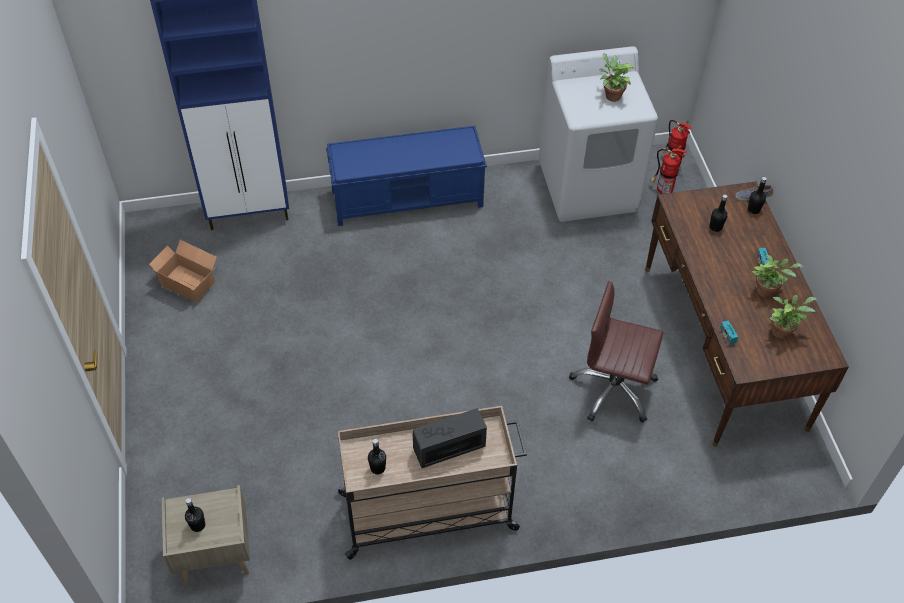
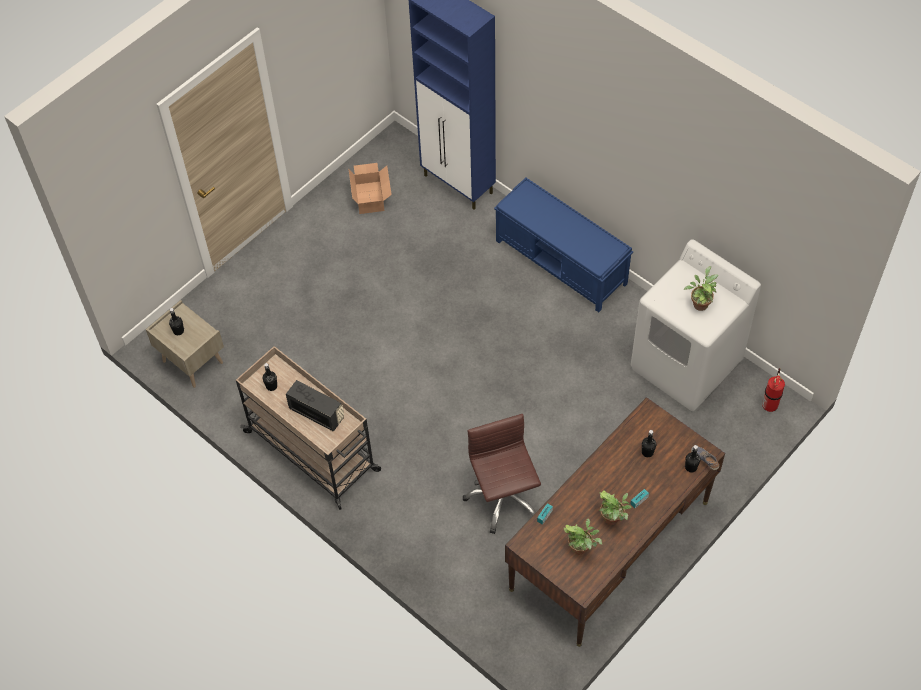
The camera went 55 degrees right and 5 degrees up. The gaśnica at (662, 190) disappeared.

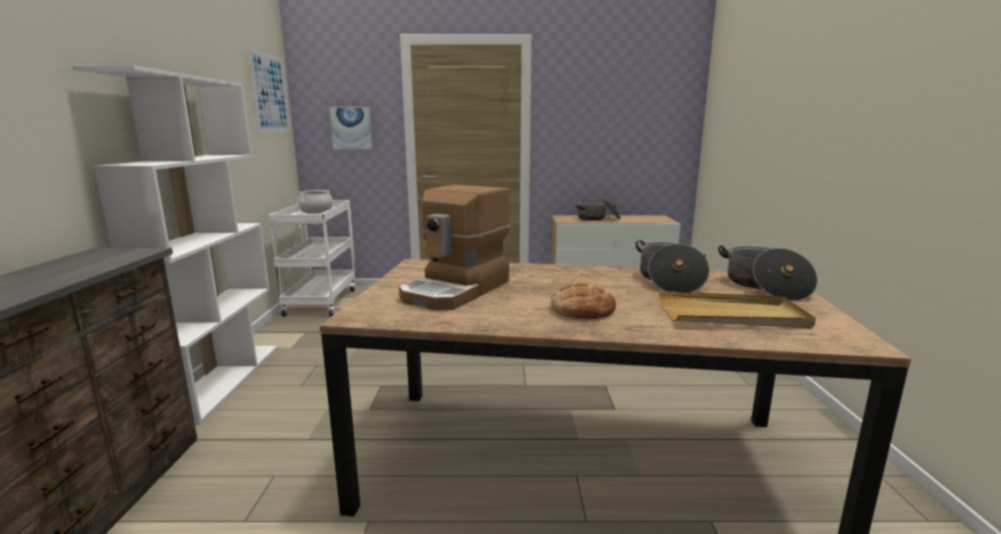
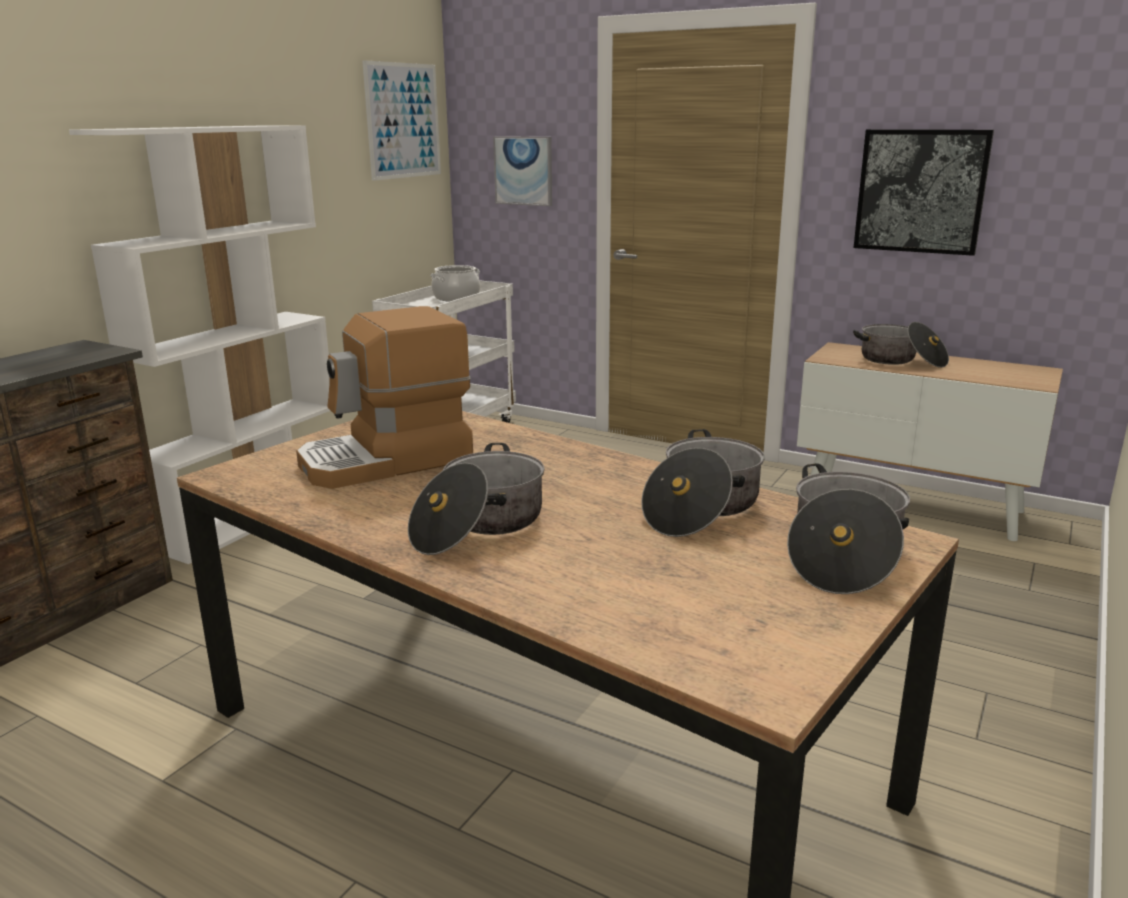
The camera went 30 degrees right and 5 degrees up. The taca [beżowy] at (732, 315) disappeared. The obraz at (921, 191) appeared. The chleb at (582, 309) was replaced by the garnek at (479, 526).

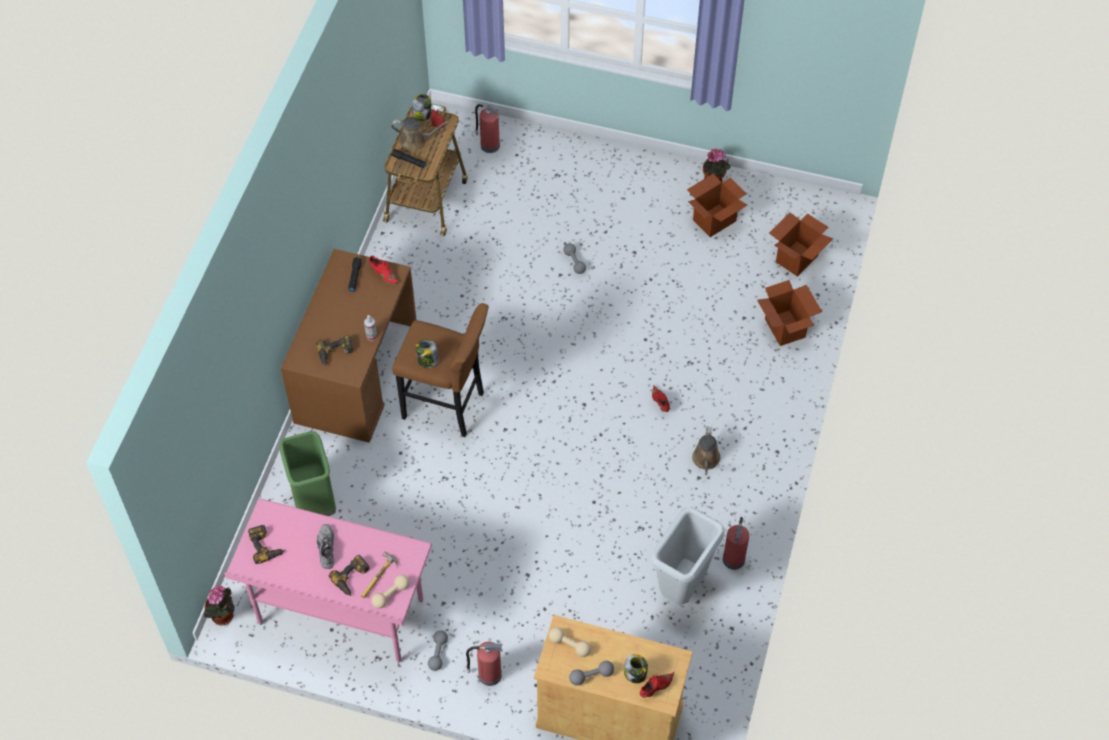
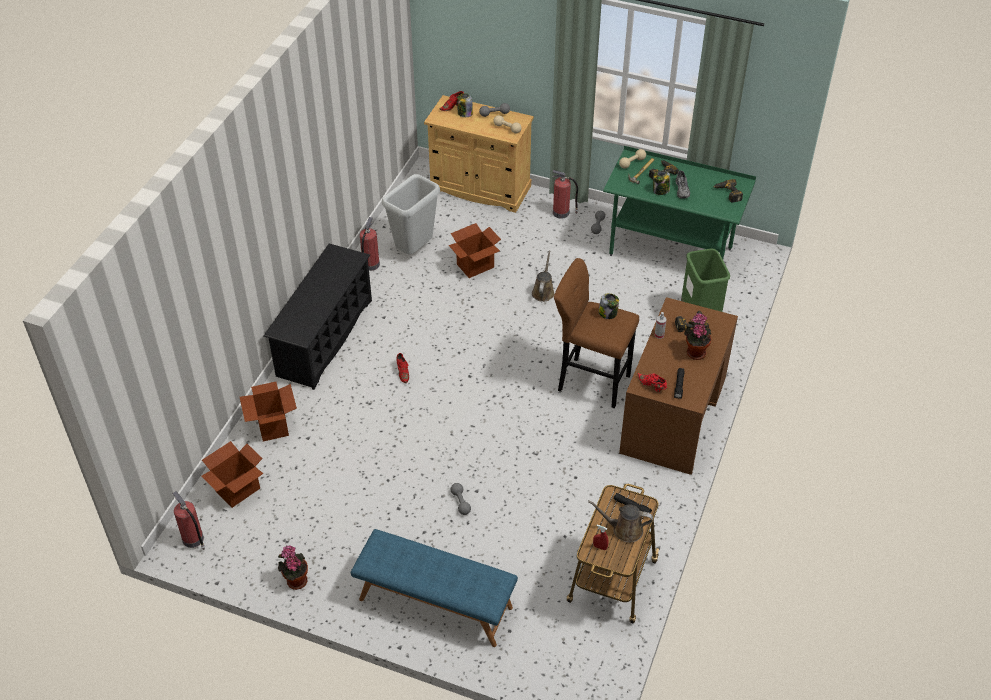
The camera went 175 degrees left and 10 degrees down. The regał na buty [czarny] at (324, 338) appeared. The ławka [niebieski] at (435, 604) appeared. The roślina doniczkowa moved from (223, 617) to (695, 352). The słoik moved from (422, 114) to (660, 191). The gaśnica moved from (489, 145) to (193, 539). The karton moved from (714, 220) to (475, 266). The konewka [brązowy] moved from (706, 460) to (543, 291). The biurko [różowy] at (340, 612) became the biurko [zielony] at (670, 252).

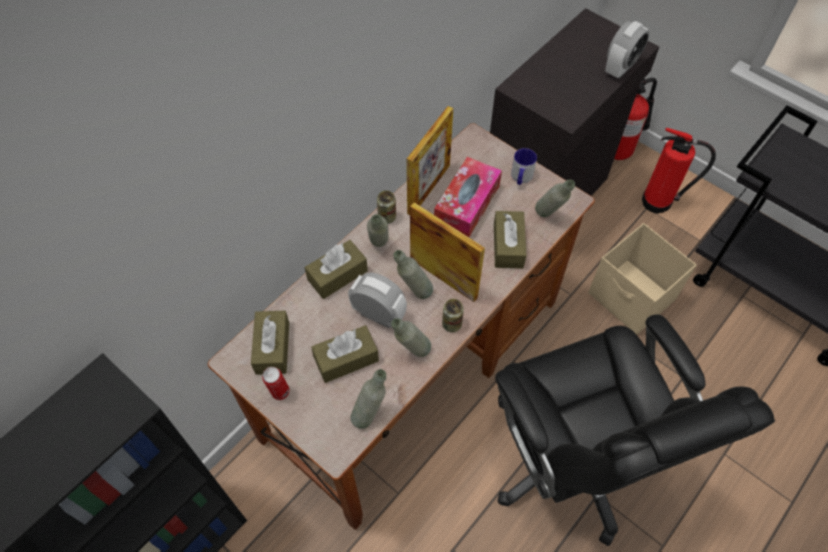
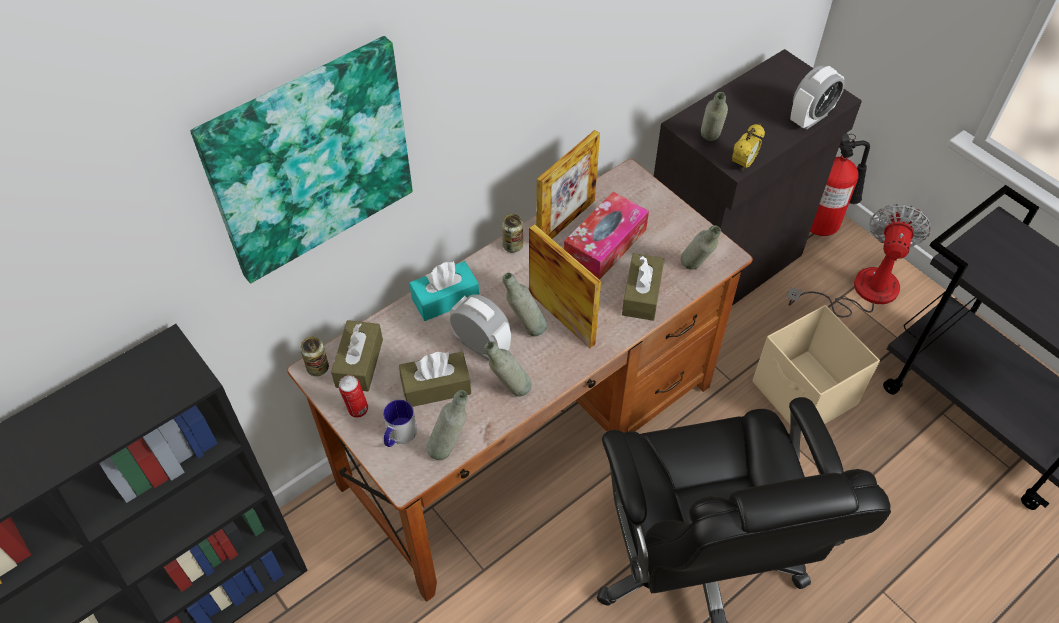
The camera went 10 degrees right and 5 degrees down. The obraz at (310, 160) appeared. The budzik at (743, 164) appeared. The butelka [szary] moved from (379, 248) to (709, 142). The puszka moved from (452, 324) to (318, 368). The kubek moved from (521, 178) to (399, 435). The gaśnica at (659, 202) was replaced by the wentylator at (860, 291). The pudełko chusteczek [brązowy] at (337, 275) became the pudełko chusteczek [turkusowy] at (445, 299).

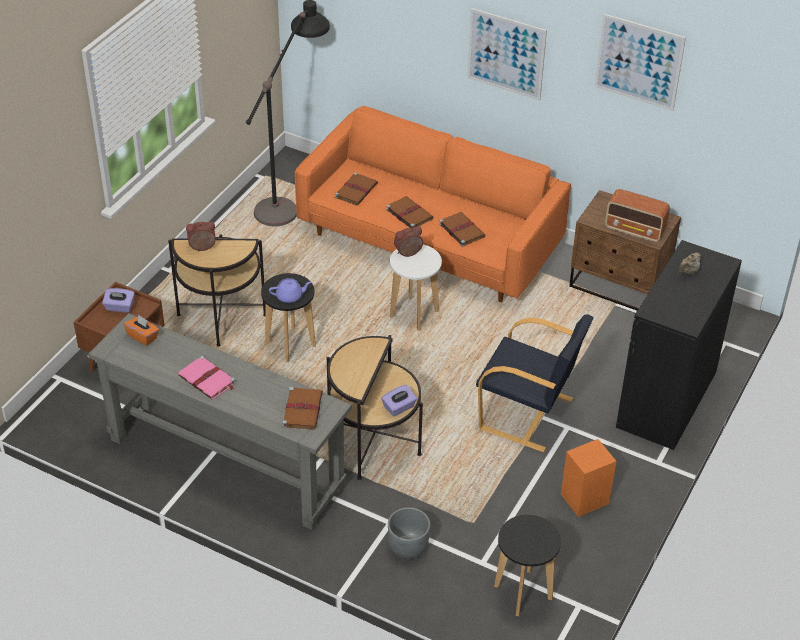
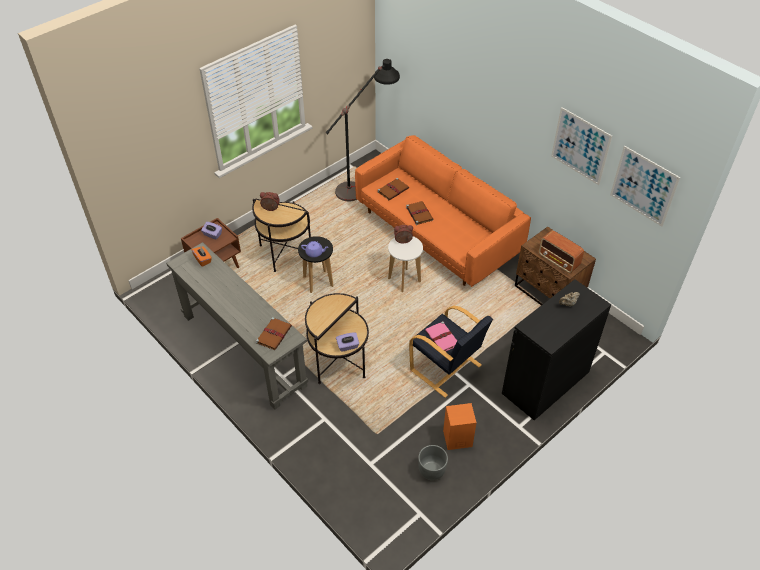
The camera went 20 degrees right and 5 degrees up. The książka [brązowy] at (461, 230) disappeared. The stołek [czarny] at (523, 593) disappeared. The książka [różowy] moved from (207, 380) to (442, 338). The donica [szary] moved from (407, 546) to (431, 470). The obraz moved from (506, 54) to (643, 186).

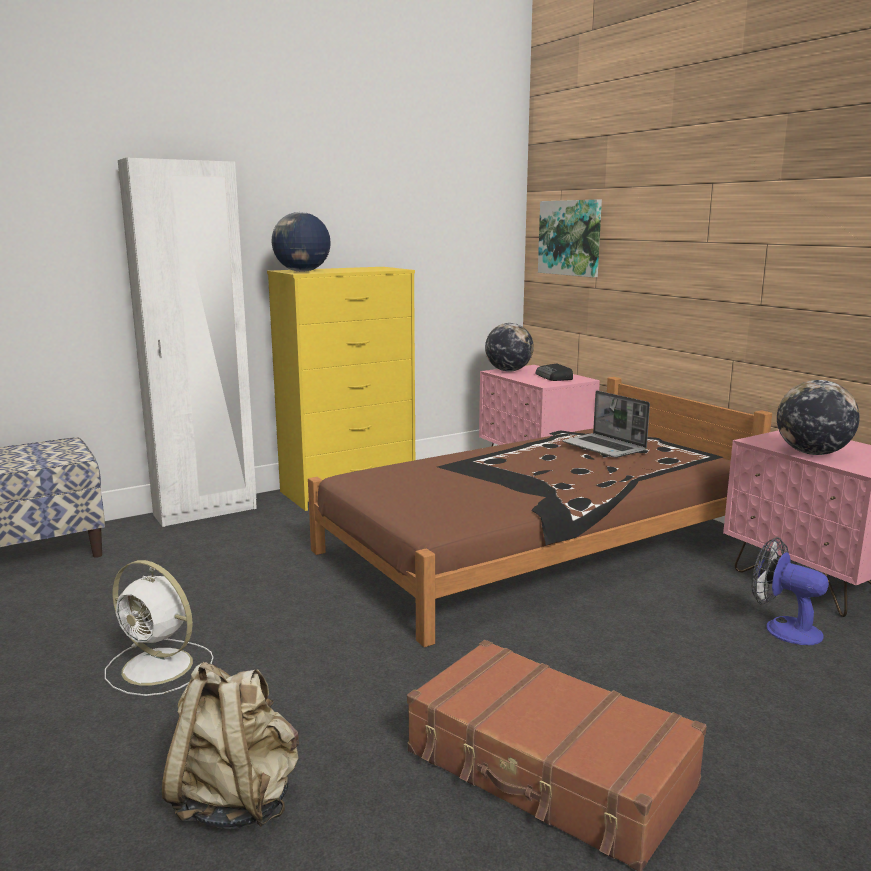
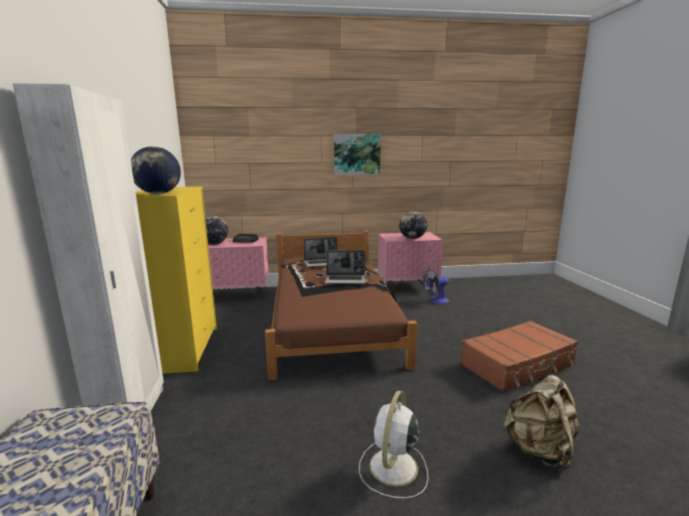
The camera went 65 degrees left and 0 degrees up. The laptop at (346, 280) appeared. The obraz moved from (570, 238) to (357, 154). The wentylator [biały] at (160, 667) turned 150 degrees clockwise.

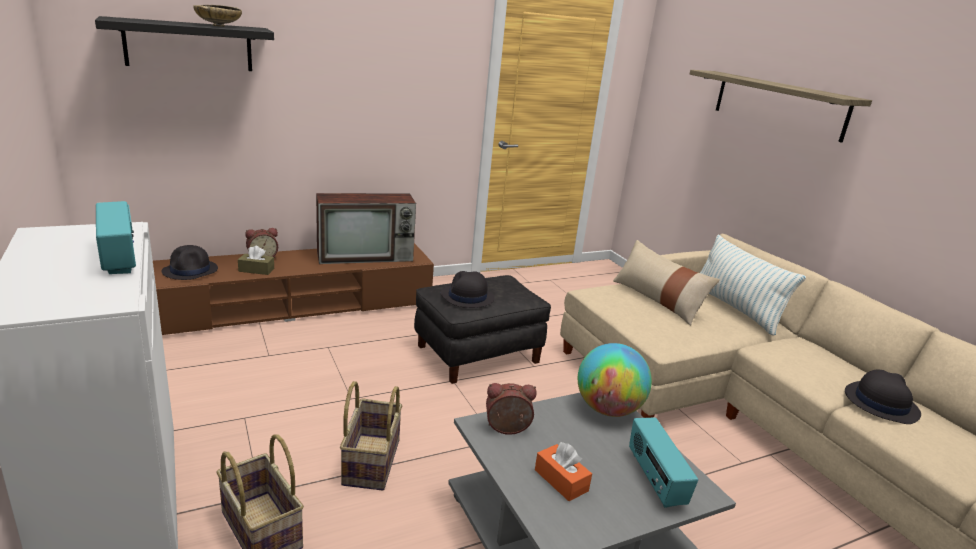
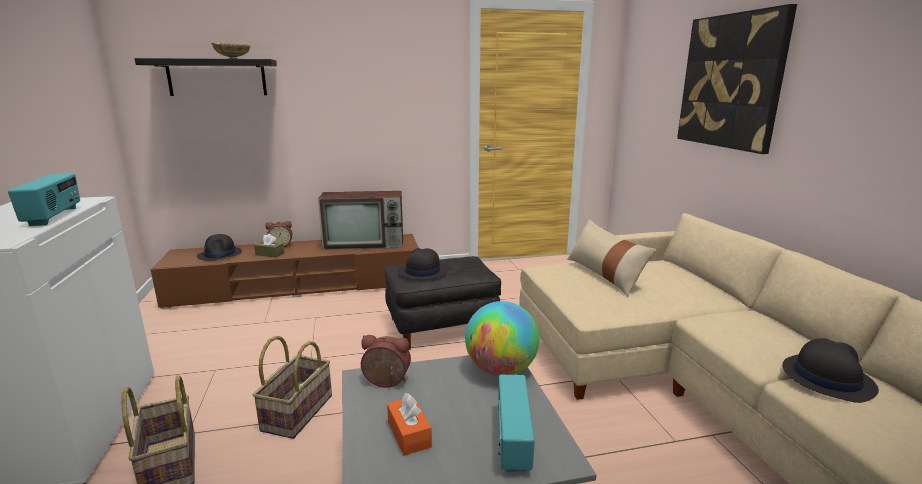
The camera went 15 degrees right and 5 degrees down. The poduszka at (735, 309) disappeared. The półka at (778, 104) was replaced by the obraz at (731, 81).

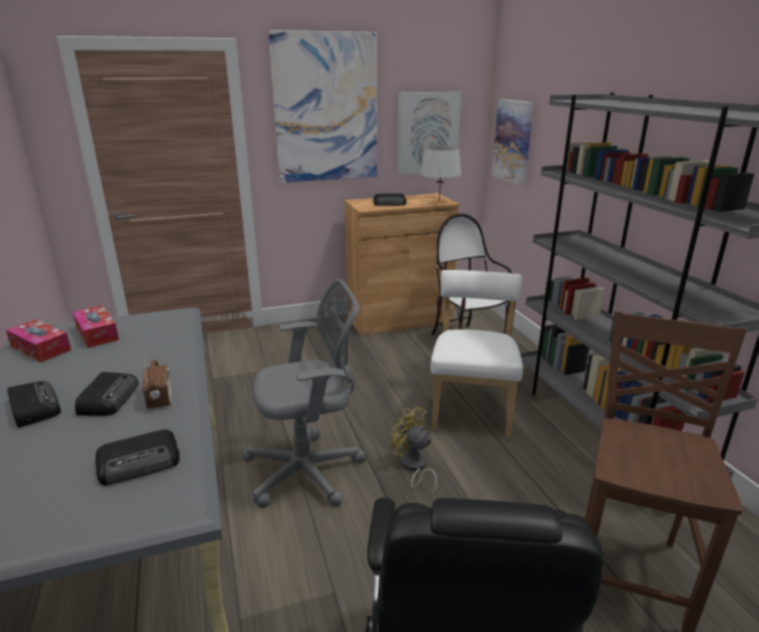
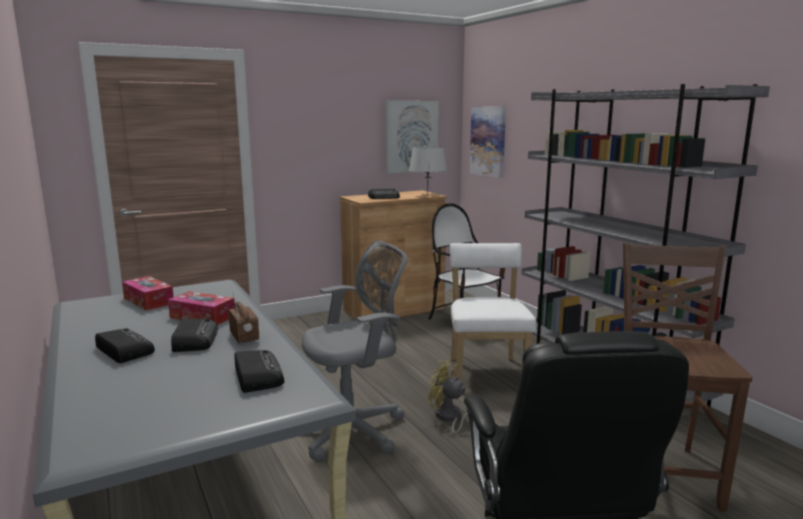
The camera went 10 degrees left and 10 degrees down. The obraz at (326, 108) disappeared. The pudełko chusteczek moved from (40, 348) to (202, 317). The radio at (140, 463) turned 75 degrees counterclockwise.

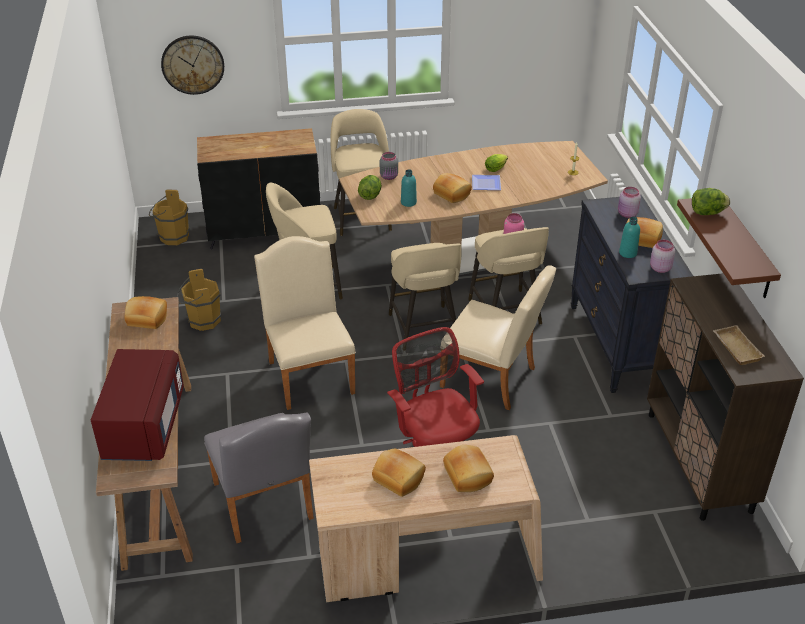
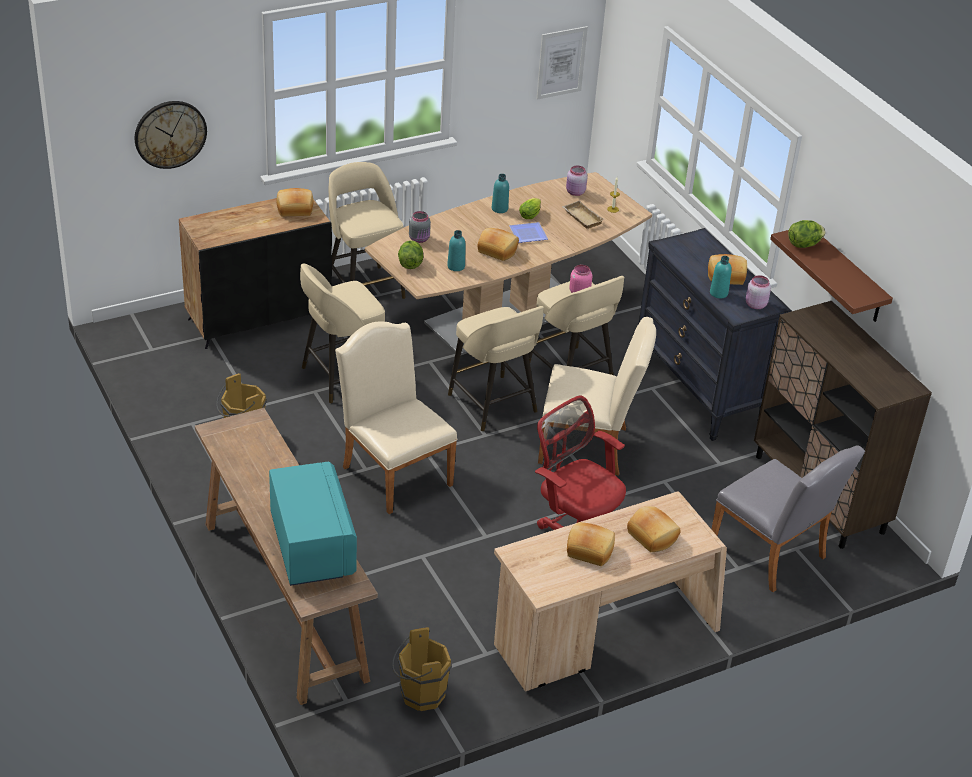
The camera went 20 degrees left and 0 degrees up. The butelka [turkusowy] at (499, 209) appeared. The obraz at (561, 62) appeared. The chleb moved from (147, 319) to (295, 209). The wiadro [brązowy] moved from (172, 237) to (419, 695). The krzesło [szary] moved from (264, 506) to (773, 555). The słoik [różowy] moved from (627, 214) to (575, 192). The taca [beżowy] moved from (735, 348) to (581, 217). The mikrofalówka [czerwony] at (143, 426) became the mikrofalówka [turkusowy] at (311, 546).

